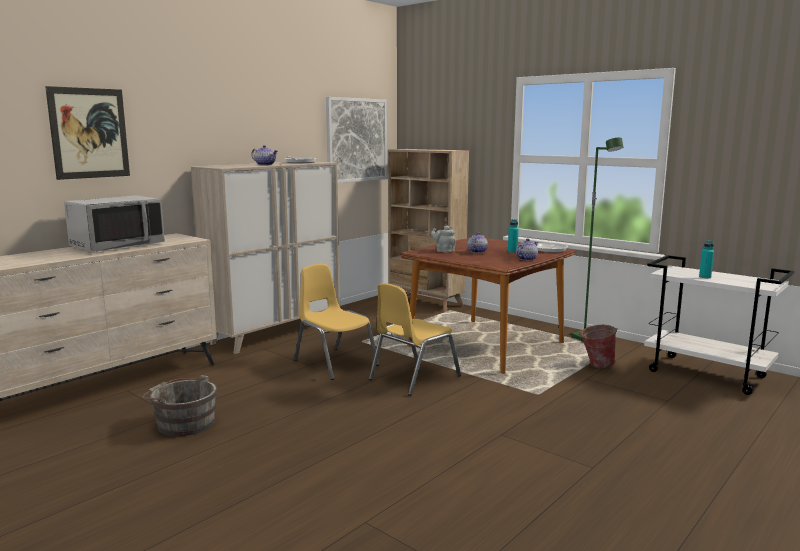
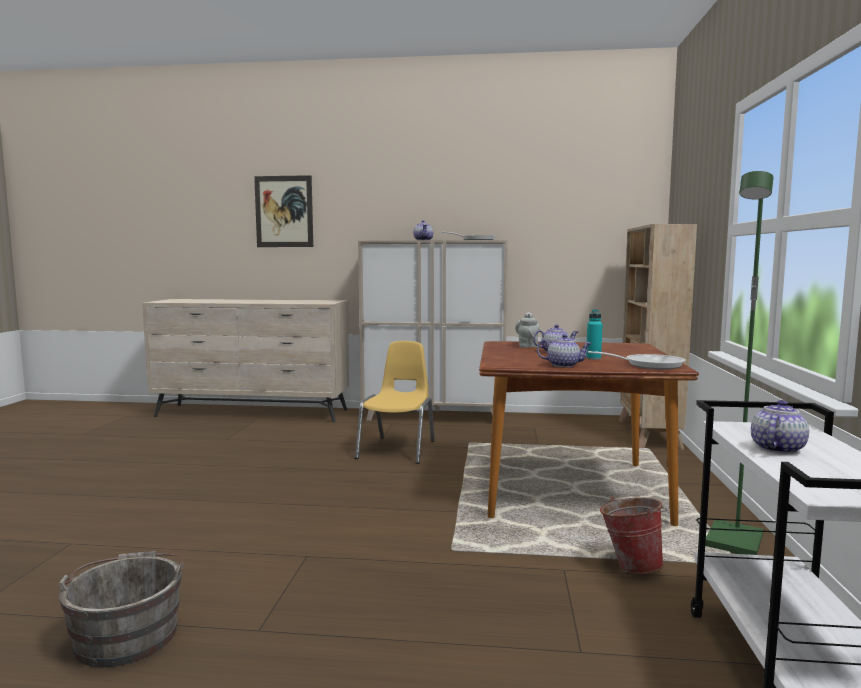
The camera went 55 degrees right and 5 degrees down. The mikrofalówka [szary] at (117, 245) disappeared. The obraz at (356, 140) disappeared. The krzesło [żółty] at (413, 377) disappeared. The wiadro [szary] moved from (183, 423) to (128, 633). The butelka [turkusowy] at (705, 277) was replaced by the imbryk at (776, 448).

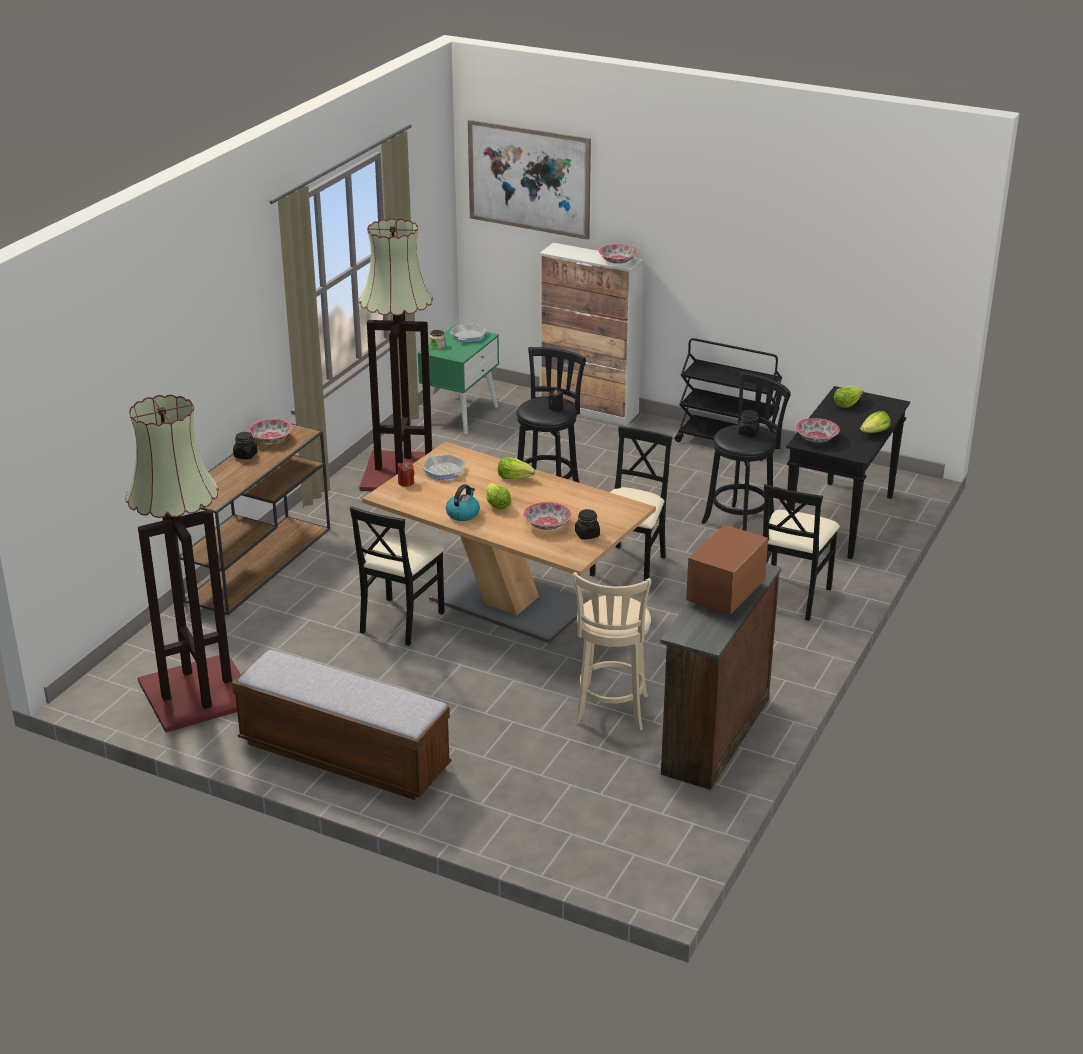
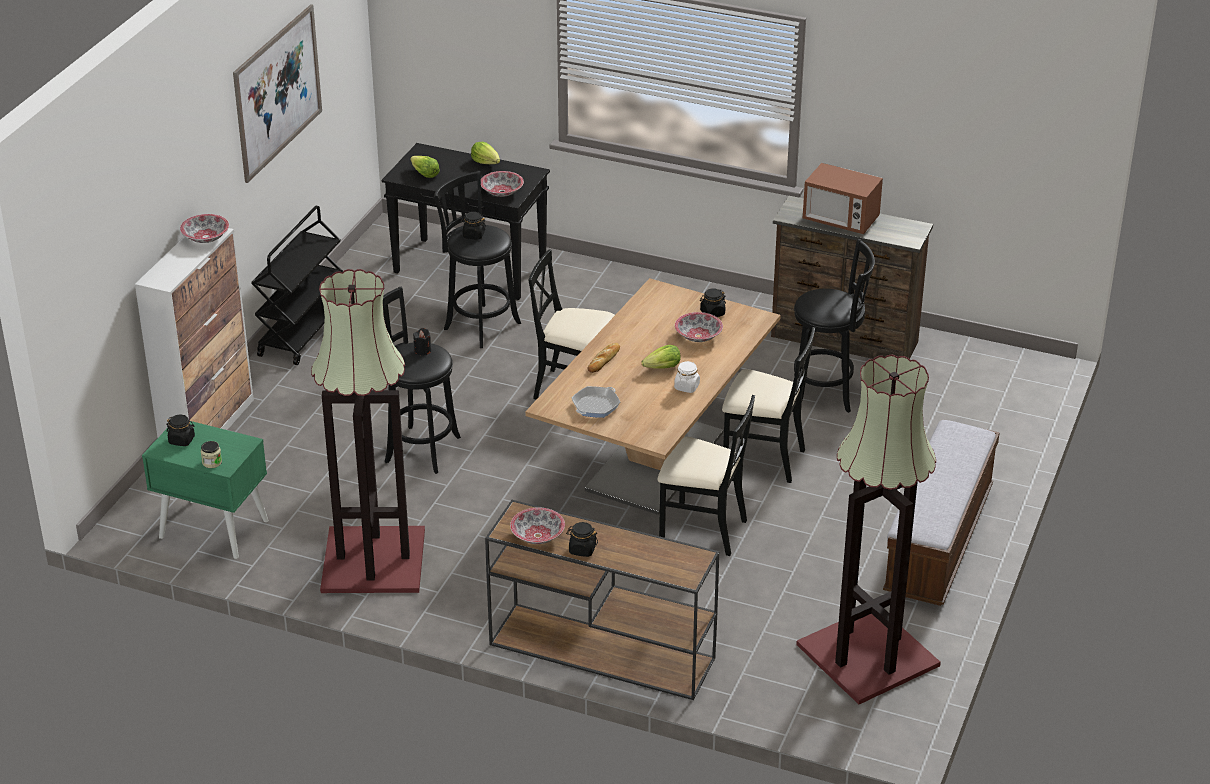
The camera went 95 degrees left and 5 degrees up. The świeca [czerwony] at (406, 482) disappeared. The obraz moved from (529, 179) to (278, 92). The krzesło [czarny] moved from (792, 597) to (762, 459). The czajnik at (463, 514) was replaced by the słoik [biały] at (687, 387). The patelnia at (468, 336) was replaced by the słoik [czarny] at (182, 440). The sałata at (515, 477) was replaced by the chleb at (604, 360). The stołek [beżowy] at (610, 712) became the stołek [czarny] at (826, 393).

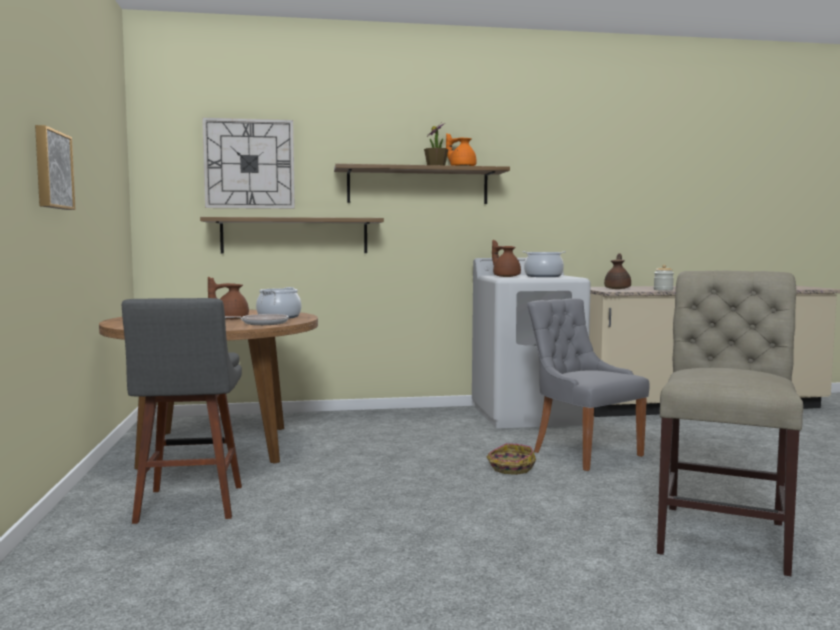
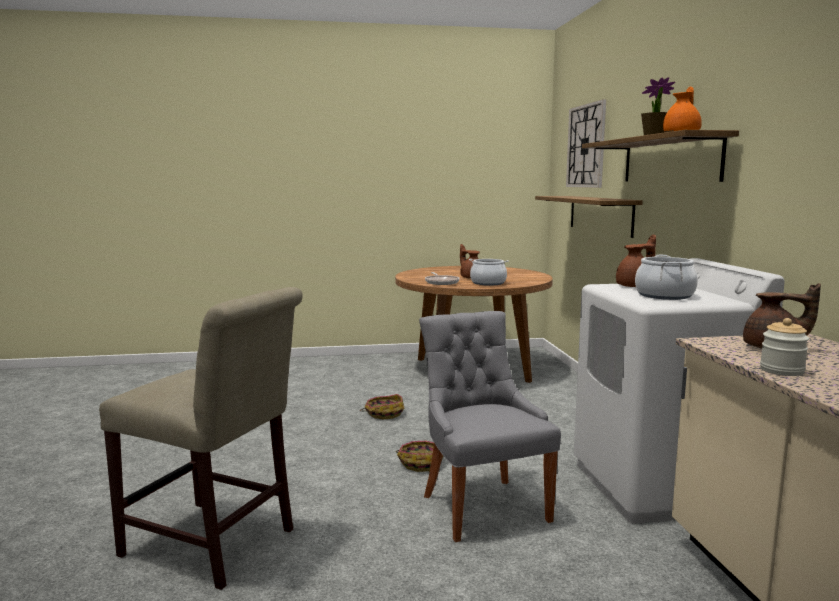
The camera went 90 degrees right and 5 degrees up. The obraz at (51, 169) disappeared. The stołek [szary] at (189, 506) disappeared. The koszyk at (384, 413) appeared. The krzesło [szary] at (583, 453) turned 75 degrees counterclockwise.

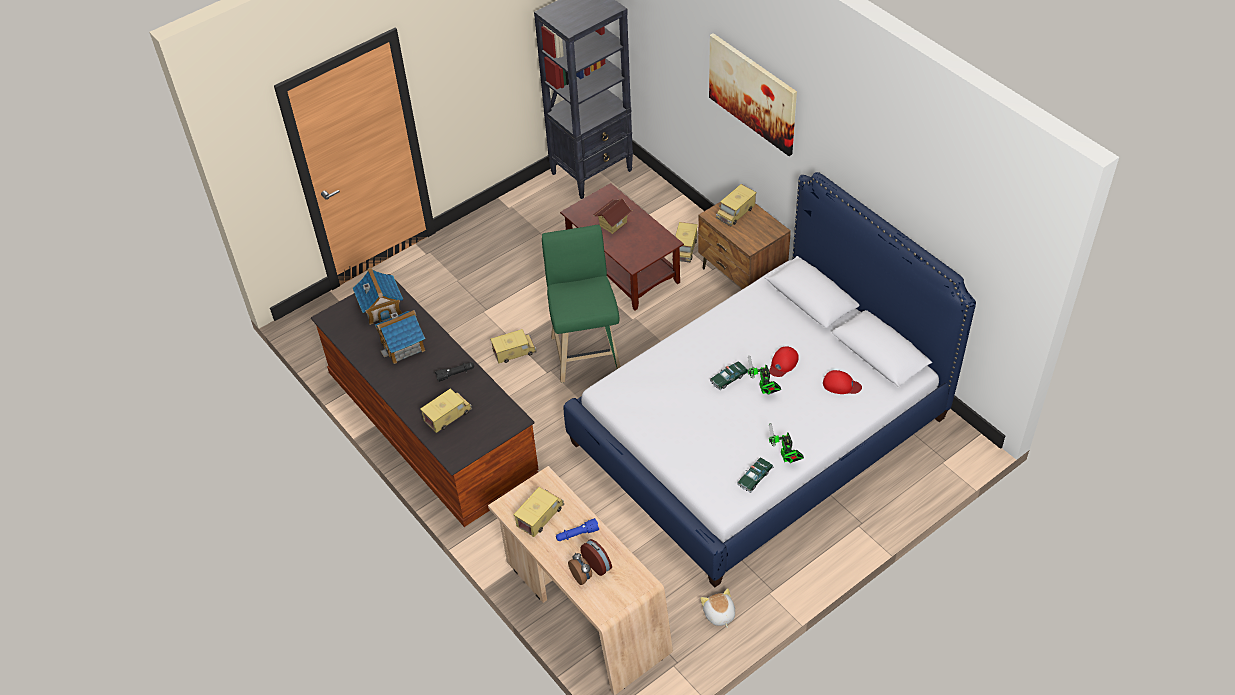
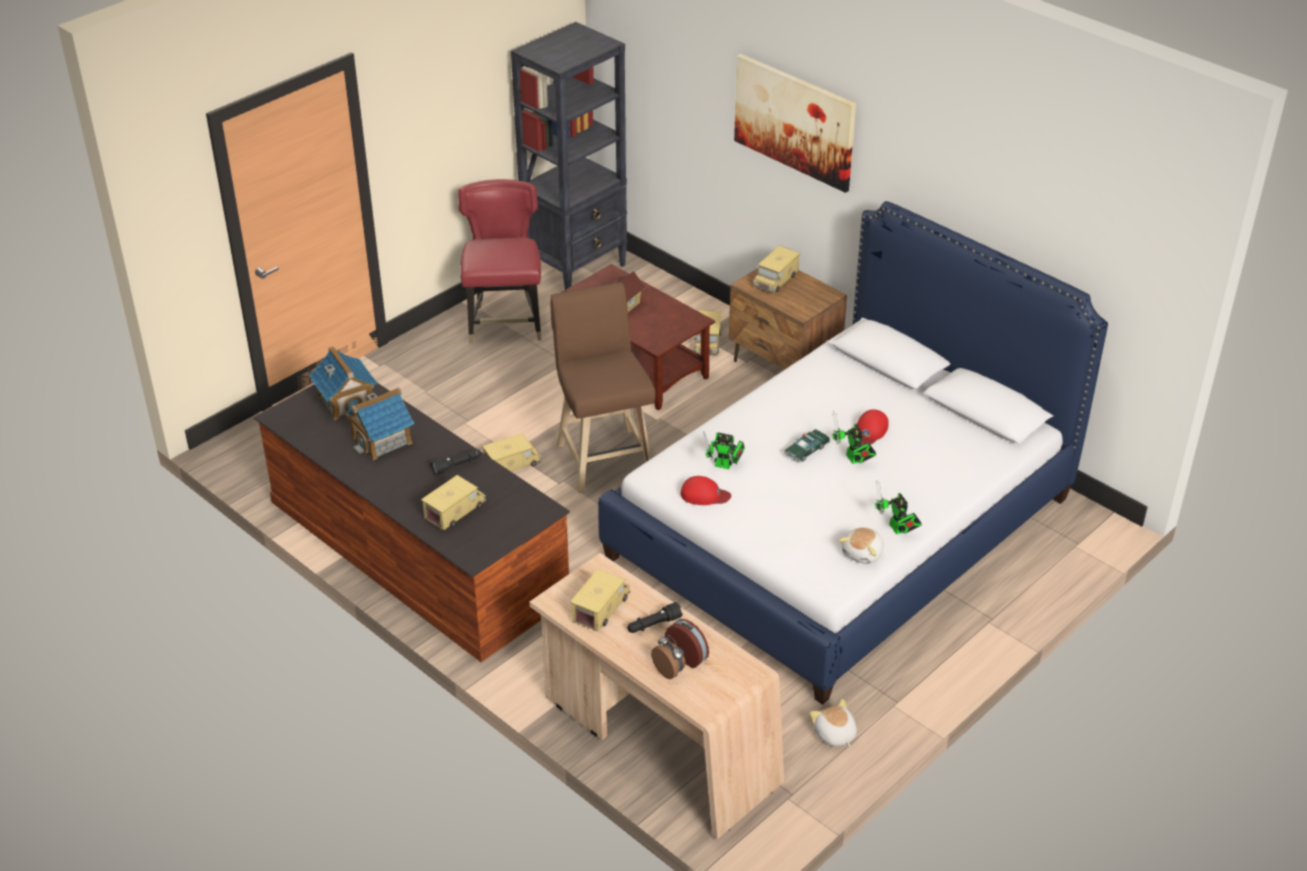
The camera went 10 degrees left and 10 degrees down. The krzesło [czerwony] at (505, 324) appeared. The robot zabawkowy at (725, 466) appeared. The czapka z daszkiem [czerwony] moved from (841, 385) to (704, 495). The samochodzik at (755, 477) was replaced by the pluszak at (863, 553). The stołek [zielony] at (585, 351) became the stołek [brązowy] at (603, 457). The latarka [niebieski] at (577, 534) became the latarka [czarny] at (653, 625).

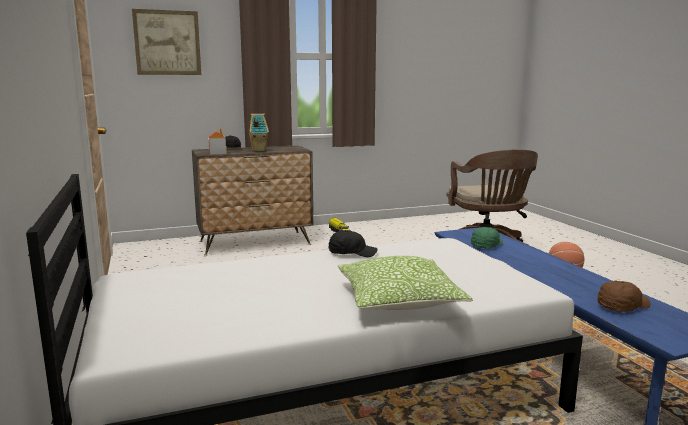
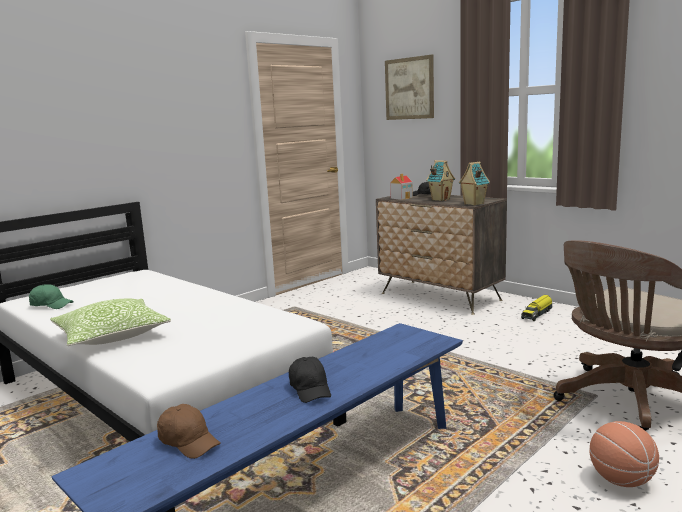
The camera went 65 degrees right and 0 degrees up. The domek at (473, 204) appeared. The czapka z daszkiem [czarny] moved from (352, 253) to (310, 389). The czapka z daszkiem [zielony] moved from (486, 245) to (51, 305).

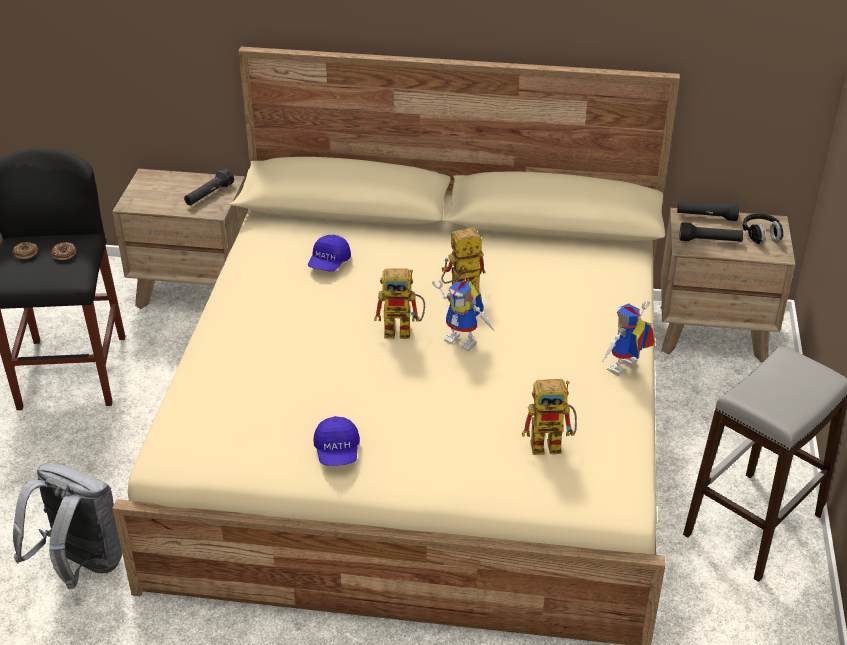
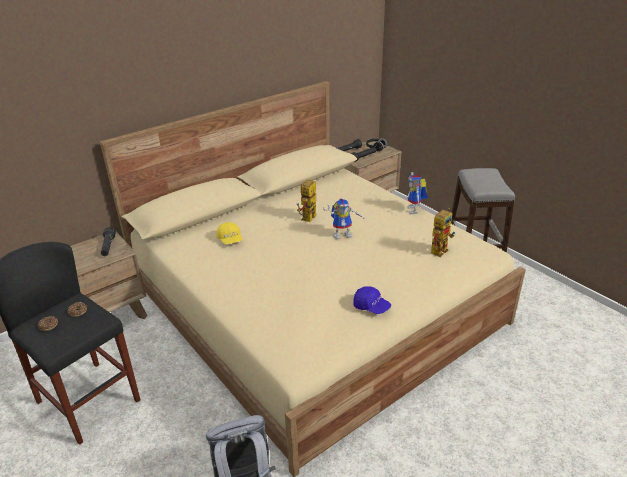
The camera went 45 degrees left and 5 degrees down. The robot zabawkowy at (404, 330) disappeared. The czapka z daszkiem [niebieski] at (329, 263) became the czapka z daszkiem [żółty] at (230, 240).

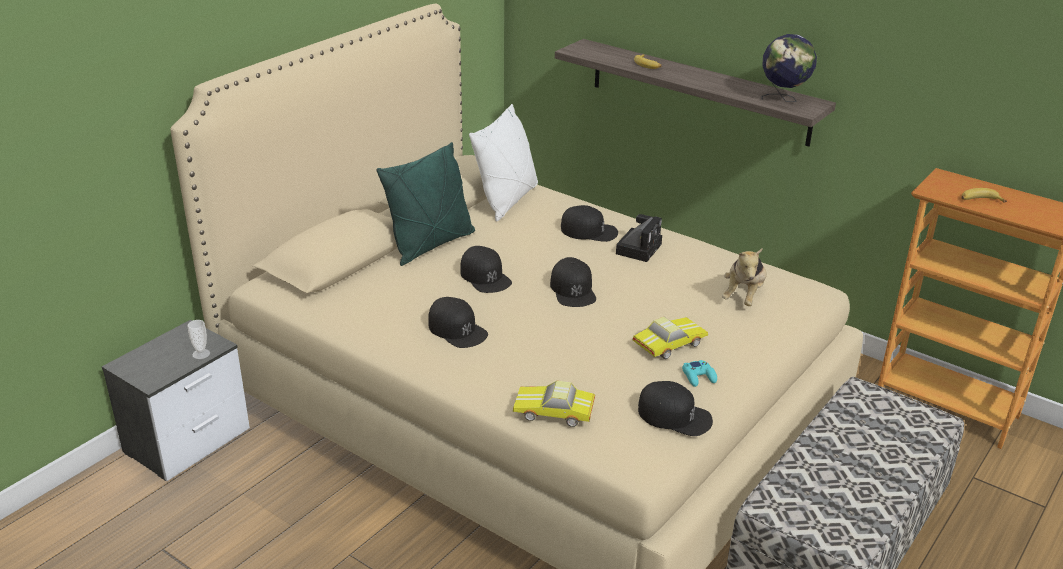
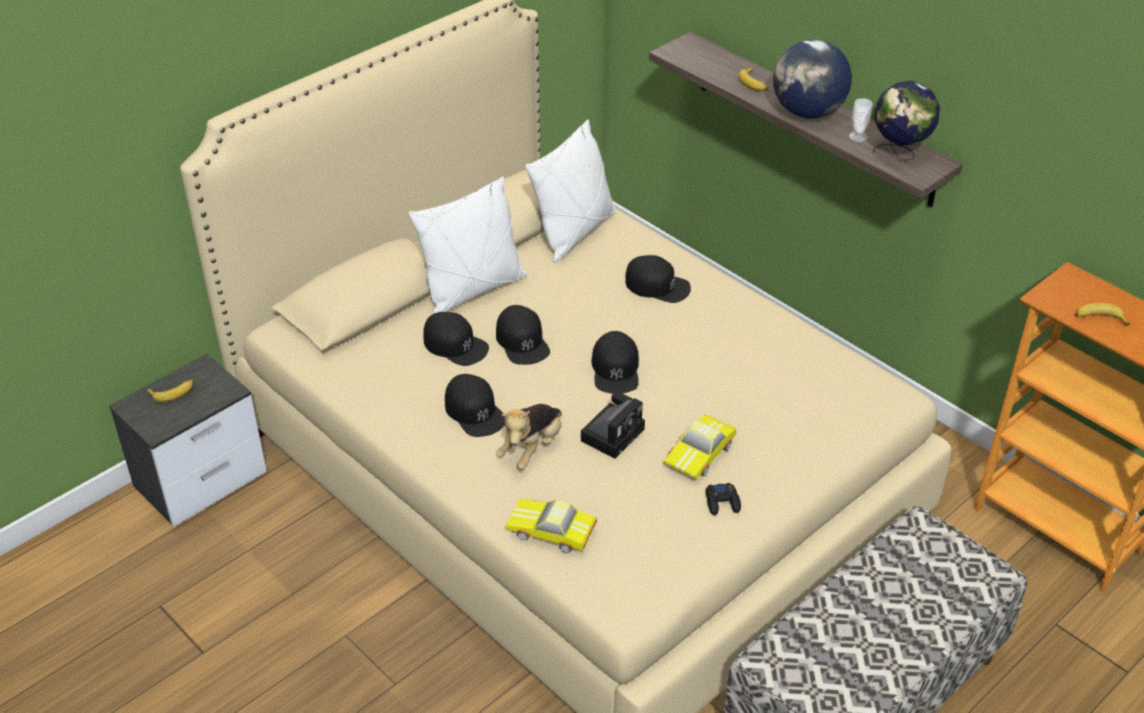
The camera went 10 degrees right and 10 degrees up. The banan at (173, 393) appeared. The globus at (807, 113) appeared. The filiżanka moved from (201, 354) to (858, 136). The aparat fotograficzny moved from (639, 248) to (613, 433). The czapka z daszkiem [czarny] moved from (675, 415) to (455, 345). The pluszak moved from (743, 296) to (532, 448). The poduszka [zielony] at (431, 245) became the poduszka [biały] at (473, 290). The pad do gier [turkusowy] at (699, 377) became the pad do gier [czarny] at (722, 502). The samochodzik at (668, 343) turned 150 degrees clockwise.

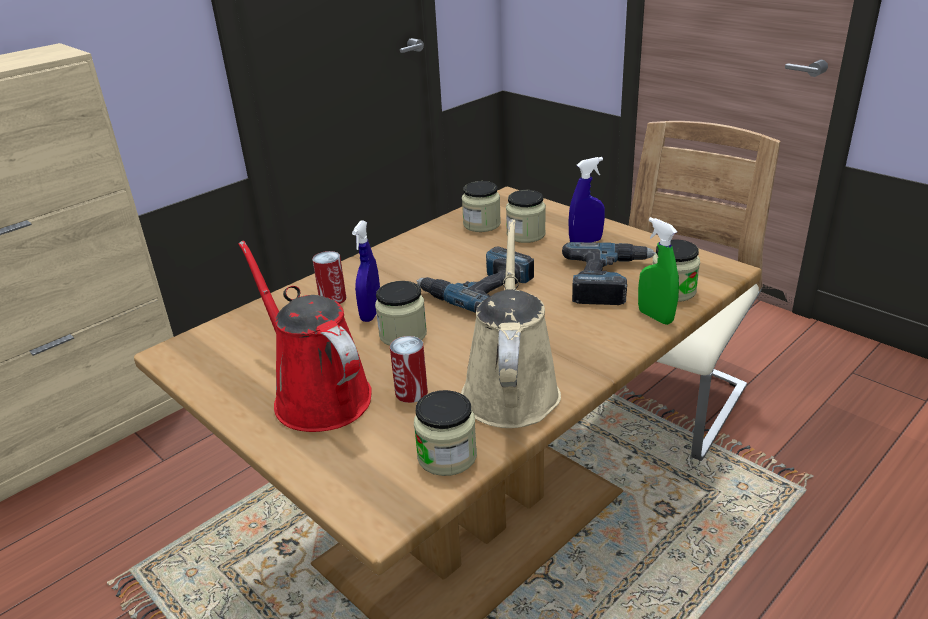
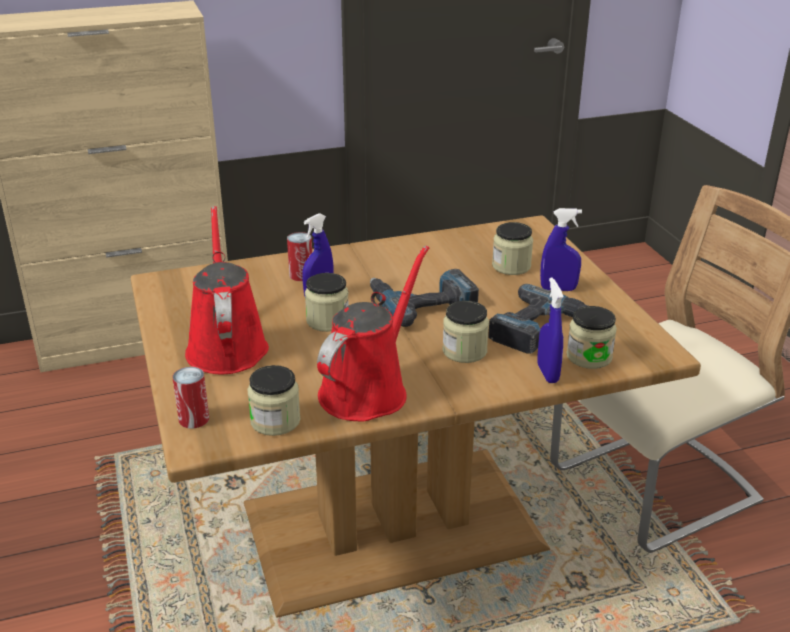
The camera went 25 degrees right and 0 degrees up. The puszka moved from (411, 392) to (194, 419). The słoik moved from (481, 224) to (464, 351). The konewka [beżowy] at (510, 389) became the konewka [czerwony] at (368, 390). The spryskiwacz [zielony] at (655, 317) became the spryskiwacz [niebieski] at (547, 373).

